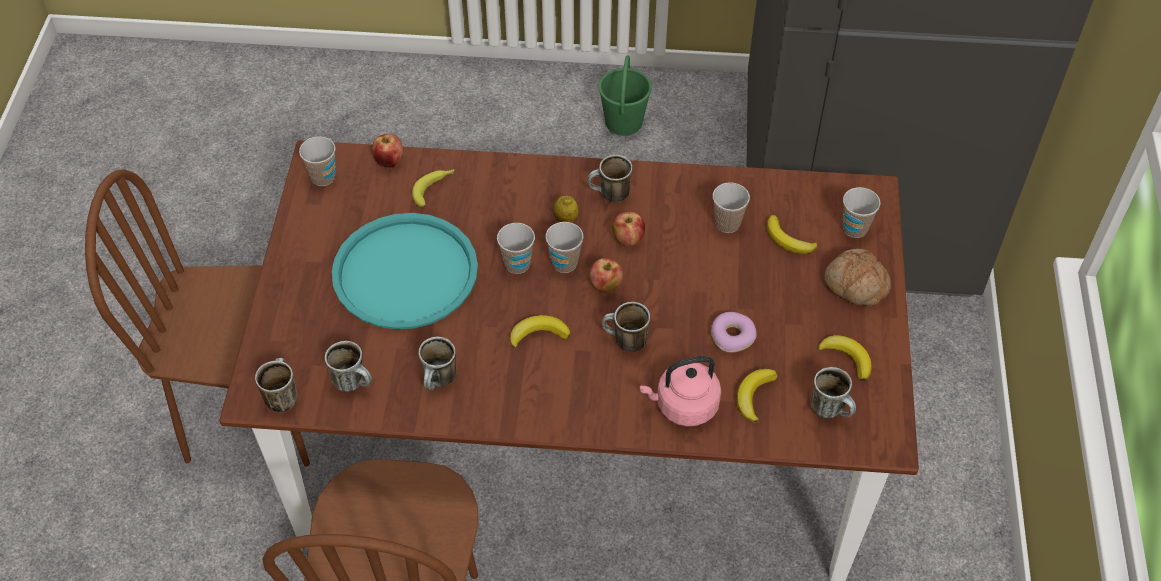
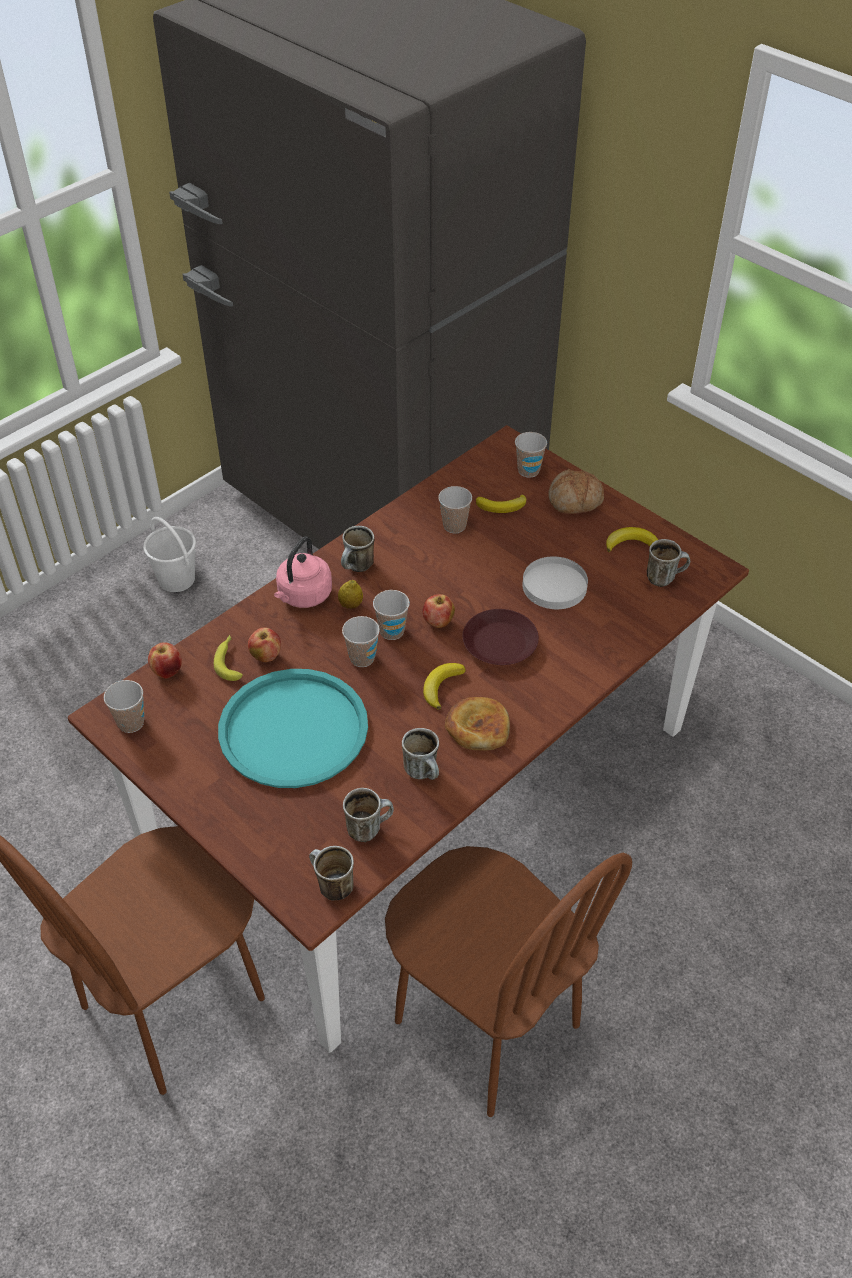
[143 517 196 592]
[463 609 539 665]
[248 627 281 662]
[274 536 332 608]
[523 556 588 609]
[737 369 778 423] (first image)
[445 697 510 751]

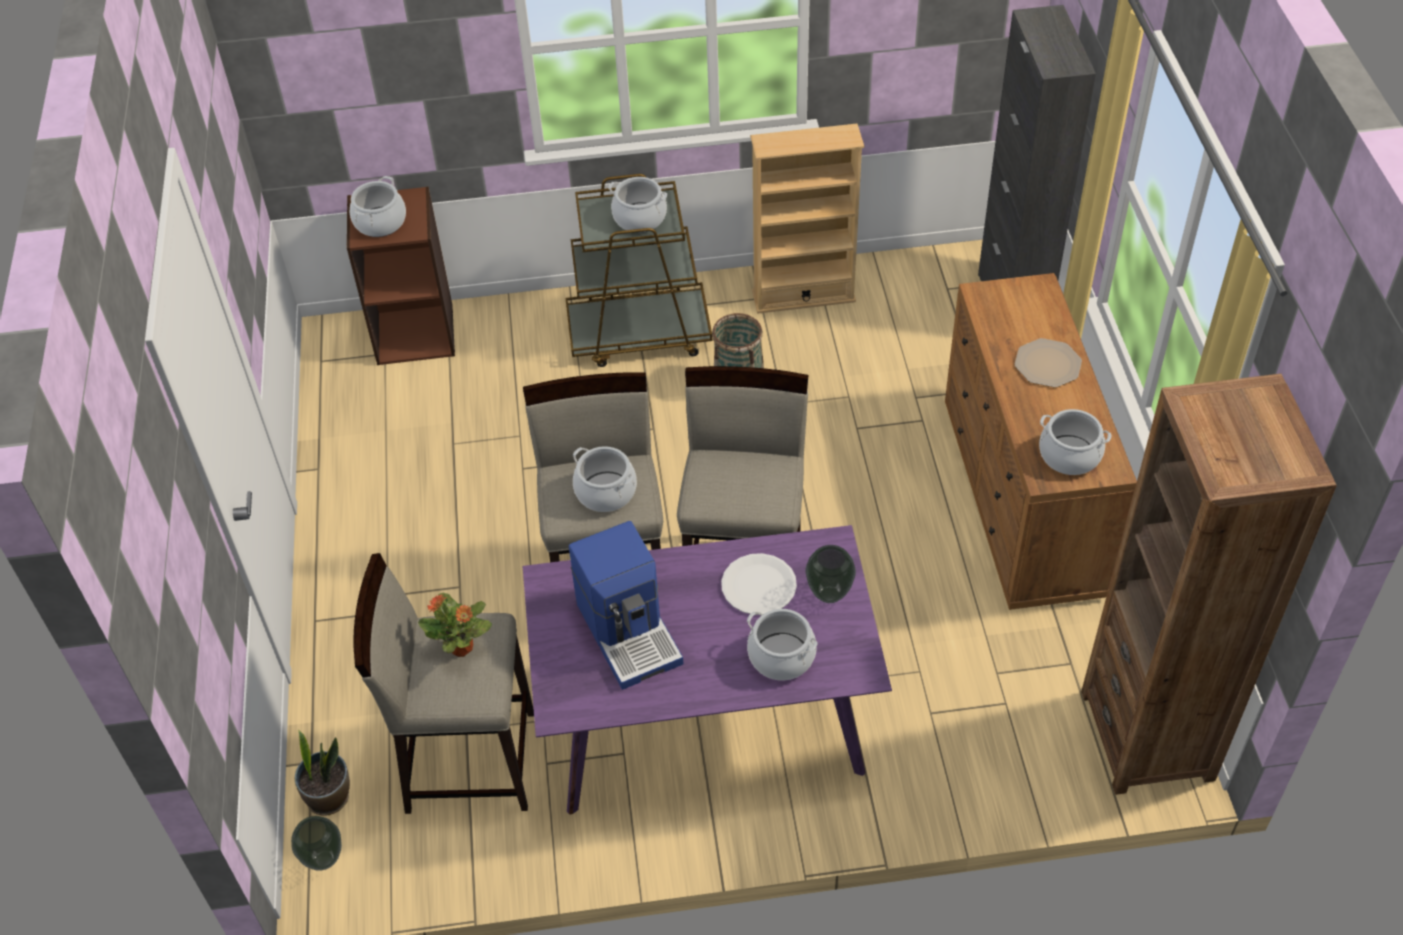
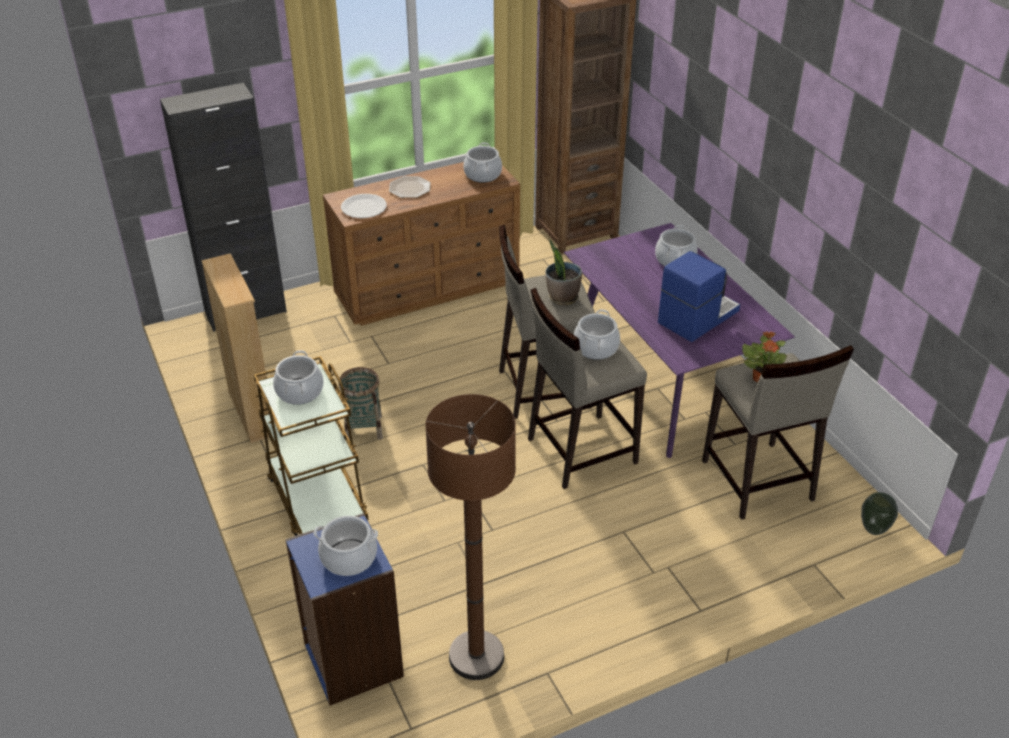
[546 240 582 305]
[285 513 404 705]
[341 194 387 218]
[806 545 856 603] (first image)
[425 394 516 680]

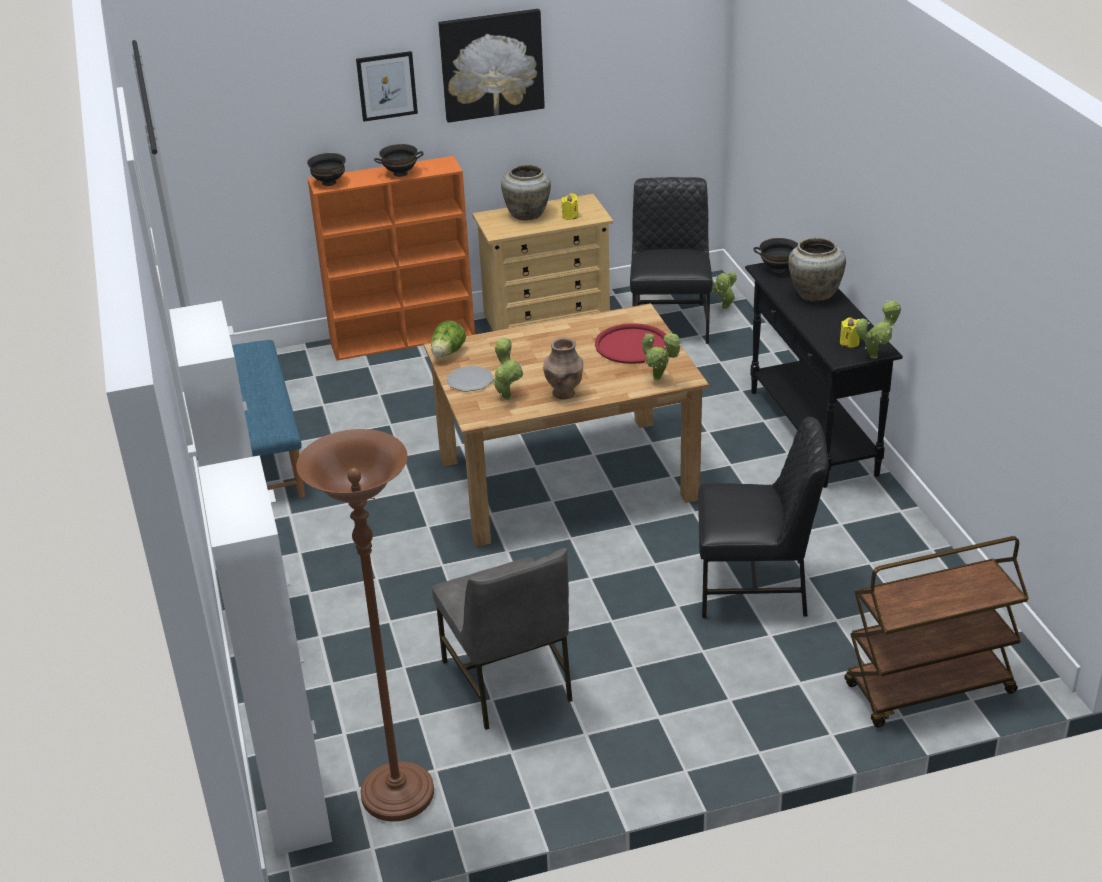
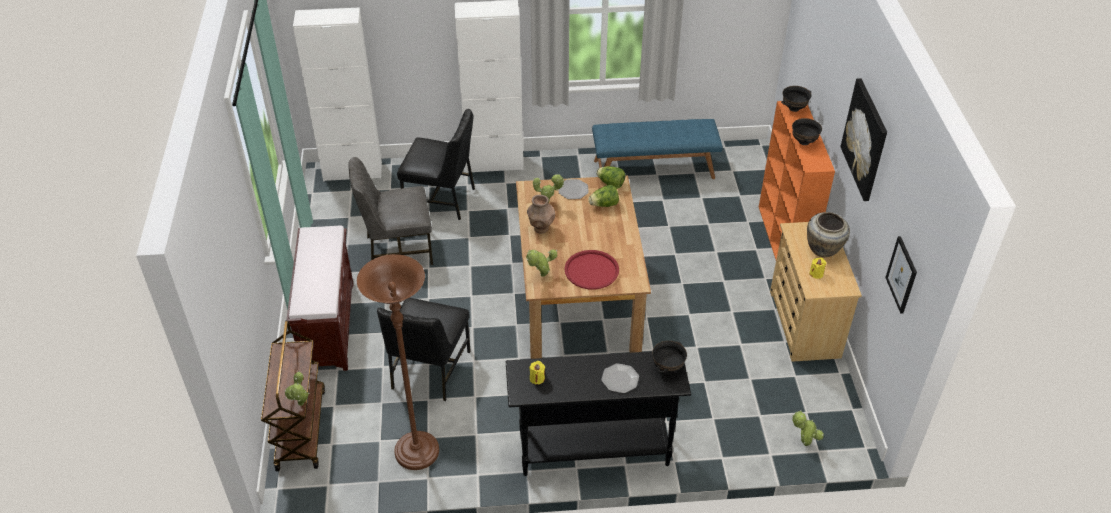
[357 254 439 470]
[885 236 917 314]
[397 109 475 220]
[601 363 639 393]
[285 371 310 406]
[286 226 354 371]
[588 185 619 207]

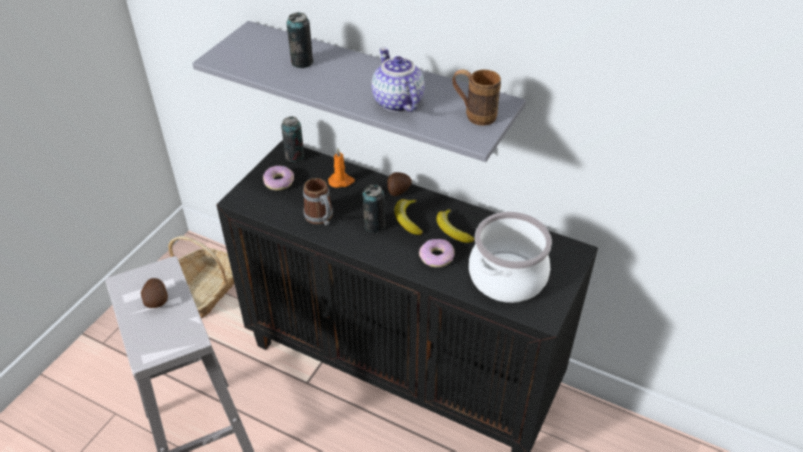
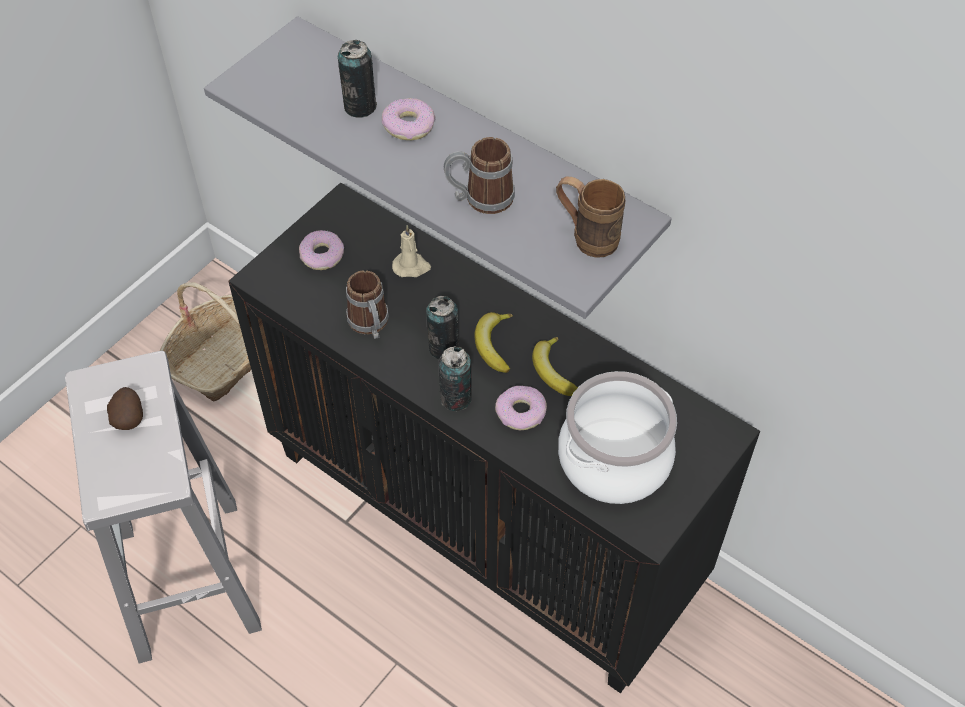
[439 346 472 411]
[392 225 431 277]
[444 137 515 214]
[387 172 412 196] (first image)
[382 98 435 140]

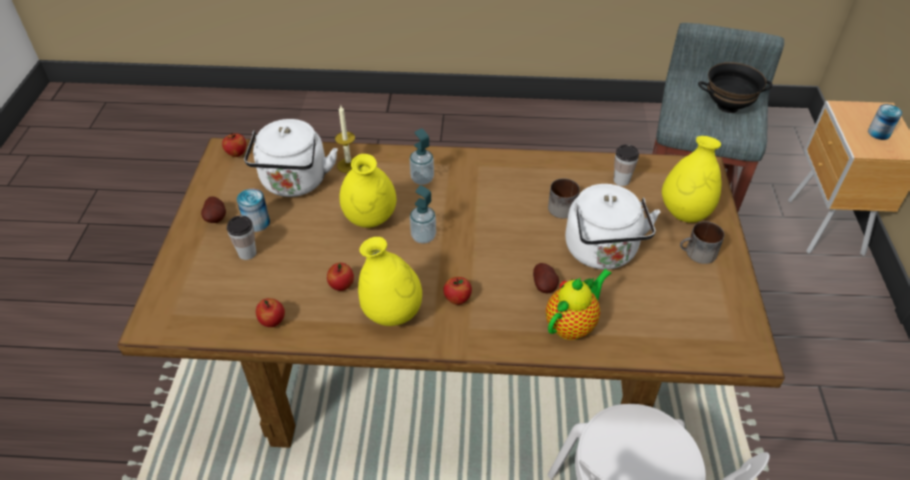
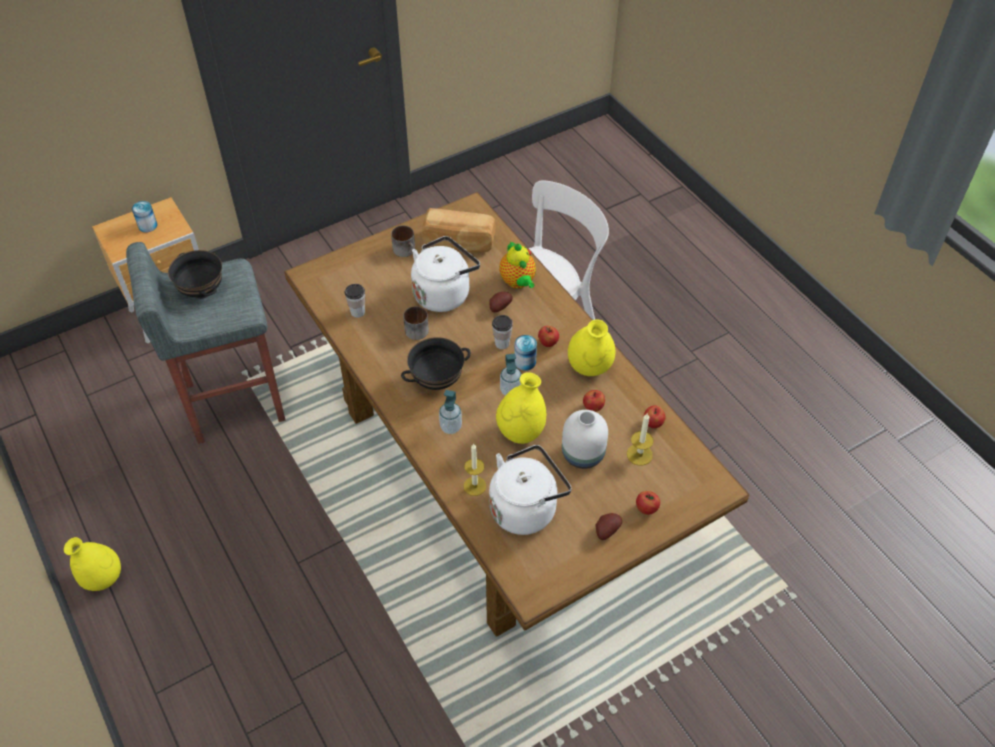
[636 491 660 515]
[492 315 513 349]
[514 335 537 371]
[499 241 536 289]
[64 537 121 591]
[401 337 471 390]
[421 208 496 252]
[562 410 608 469]
[627 414 654 466]

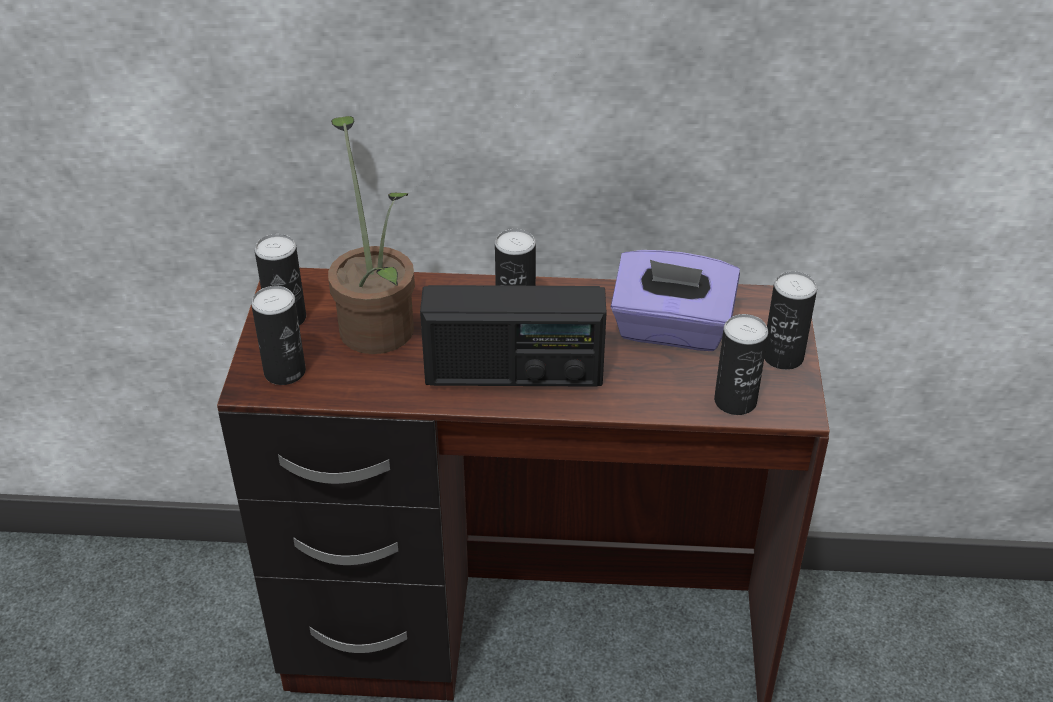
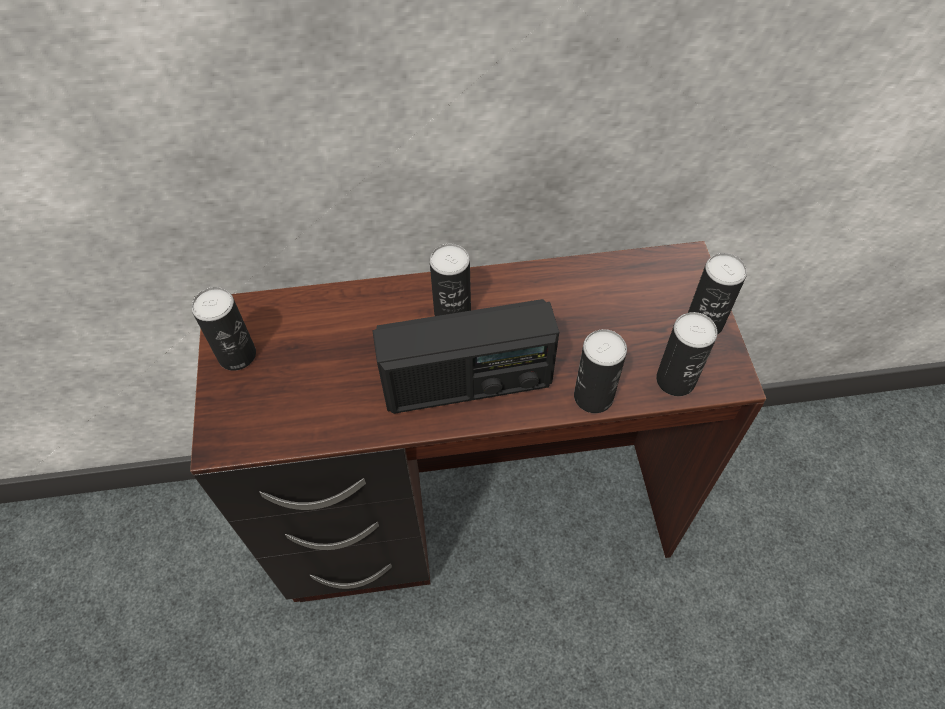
[574 329 627 413]
[328 116 415 354] (first image)
[611 250 740 351] (first image)

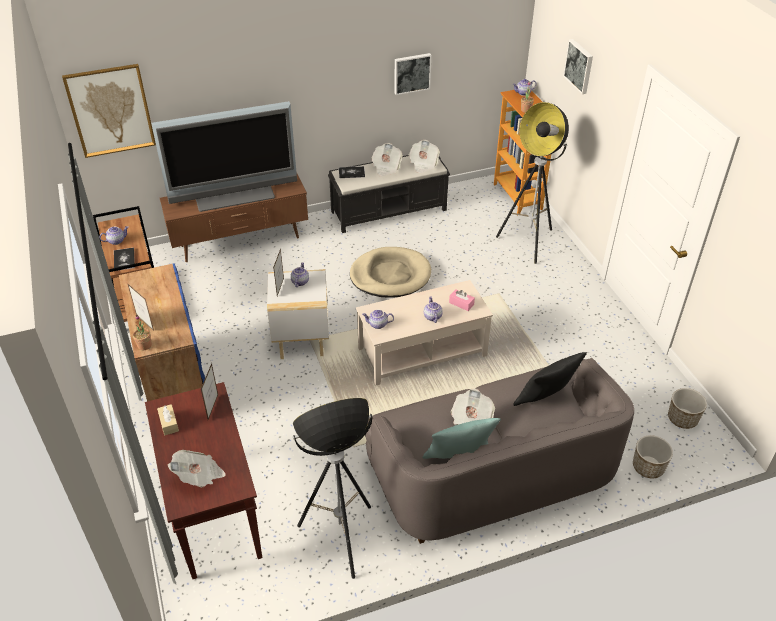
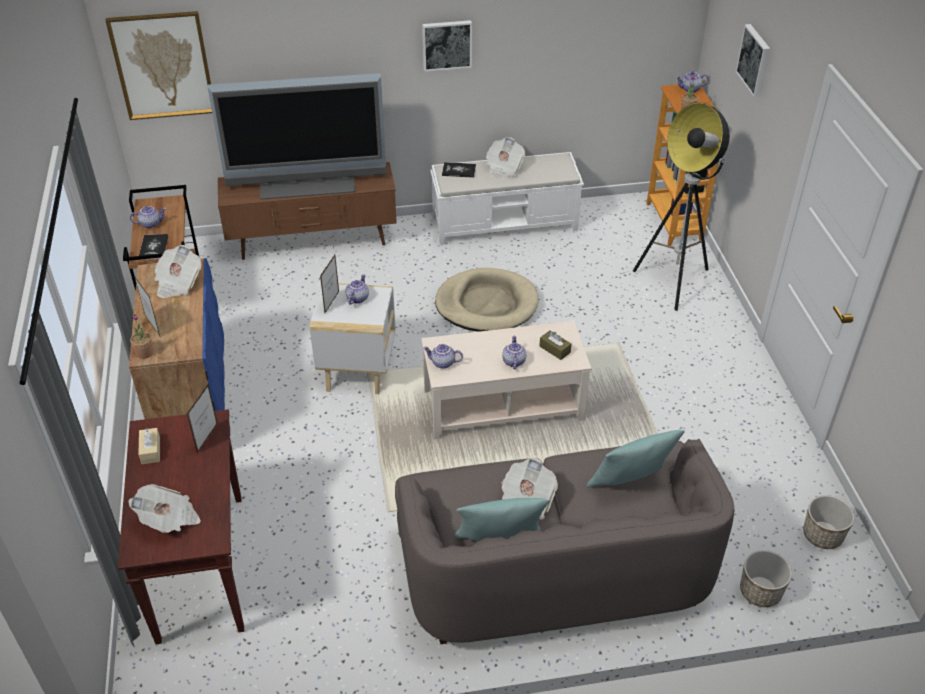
[293 398 373 579] (first image)
[430 152 584 245]
[422 20 472 71]
[154 245 201 298]
[539 331 571 360]
[587 430 685 488]

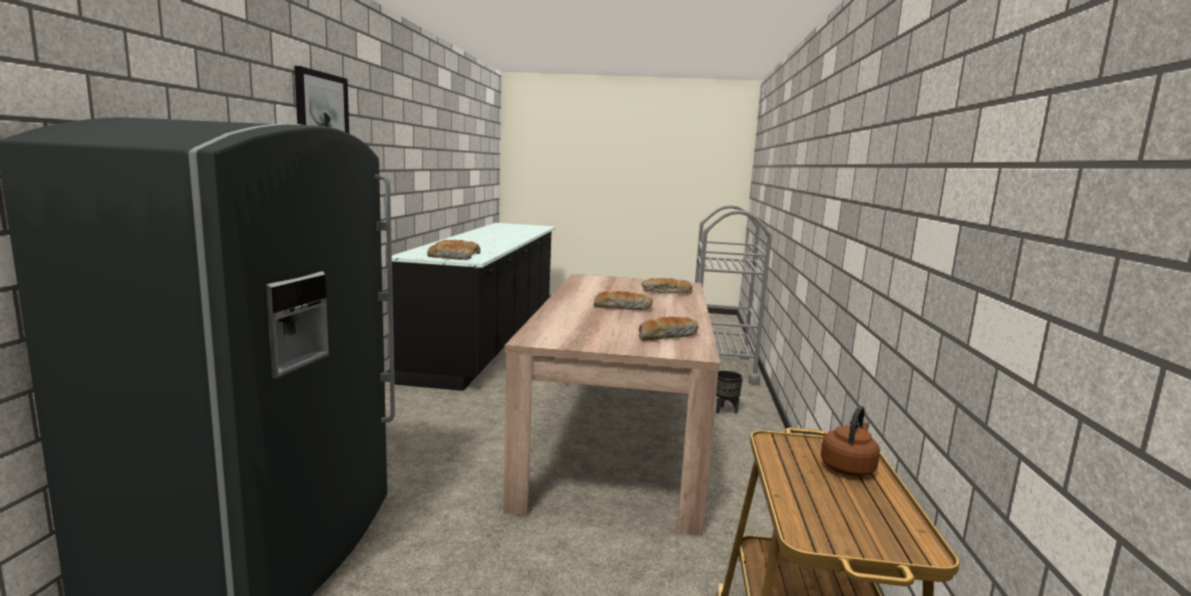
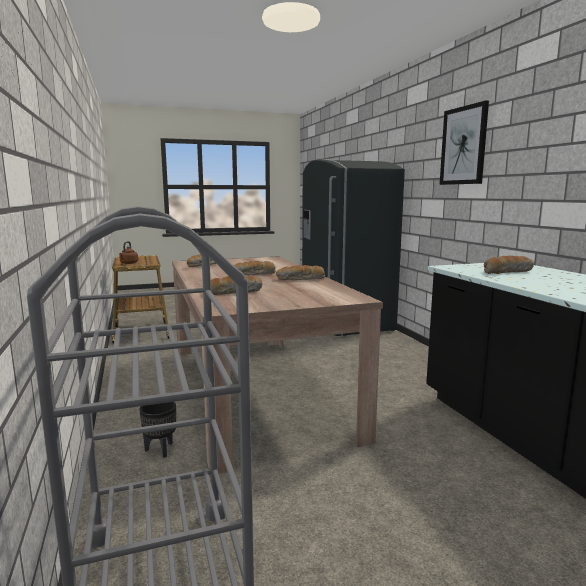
[276 265 325 280]

